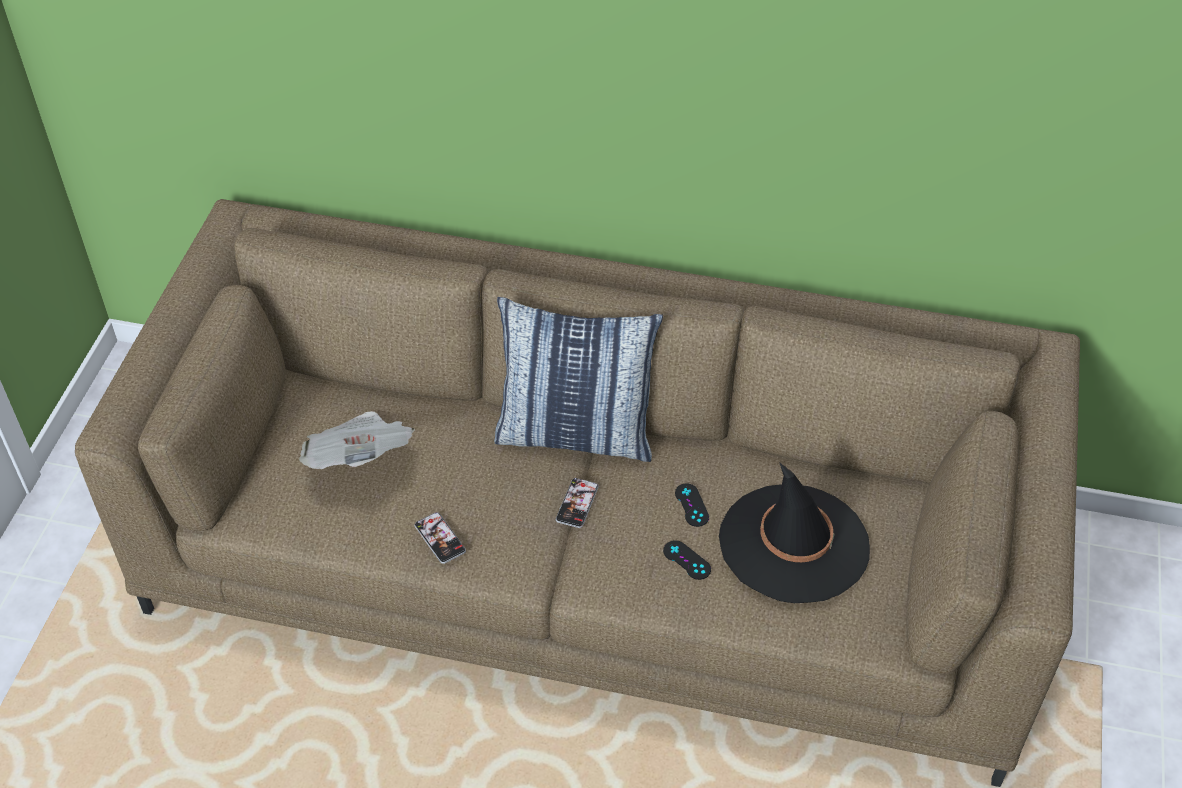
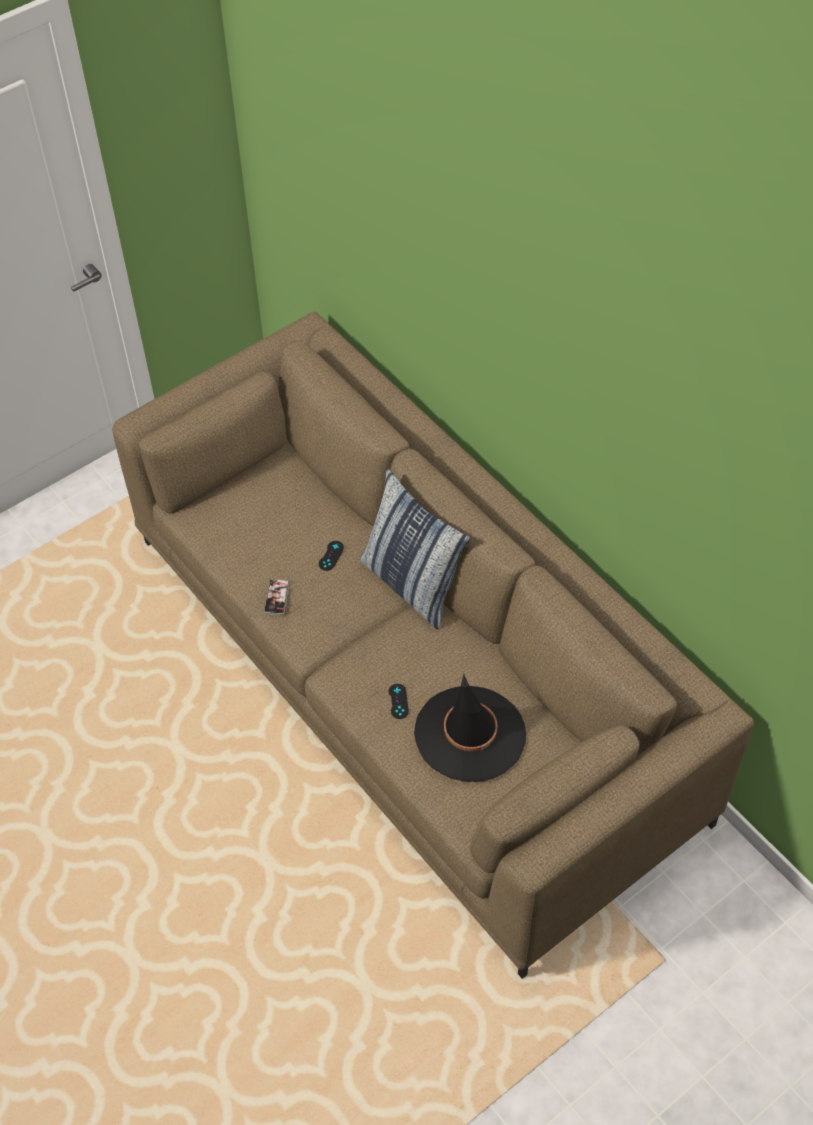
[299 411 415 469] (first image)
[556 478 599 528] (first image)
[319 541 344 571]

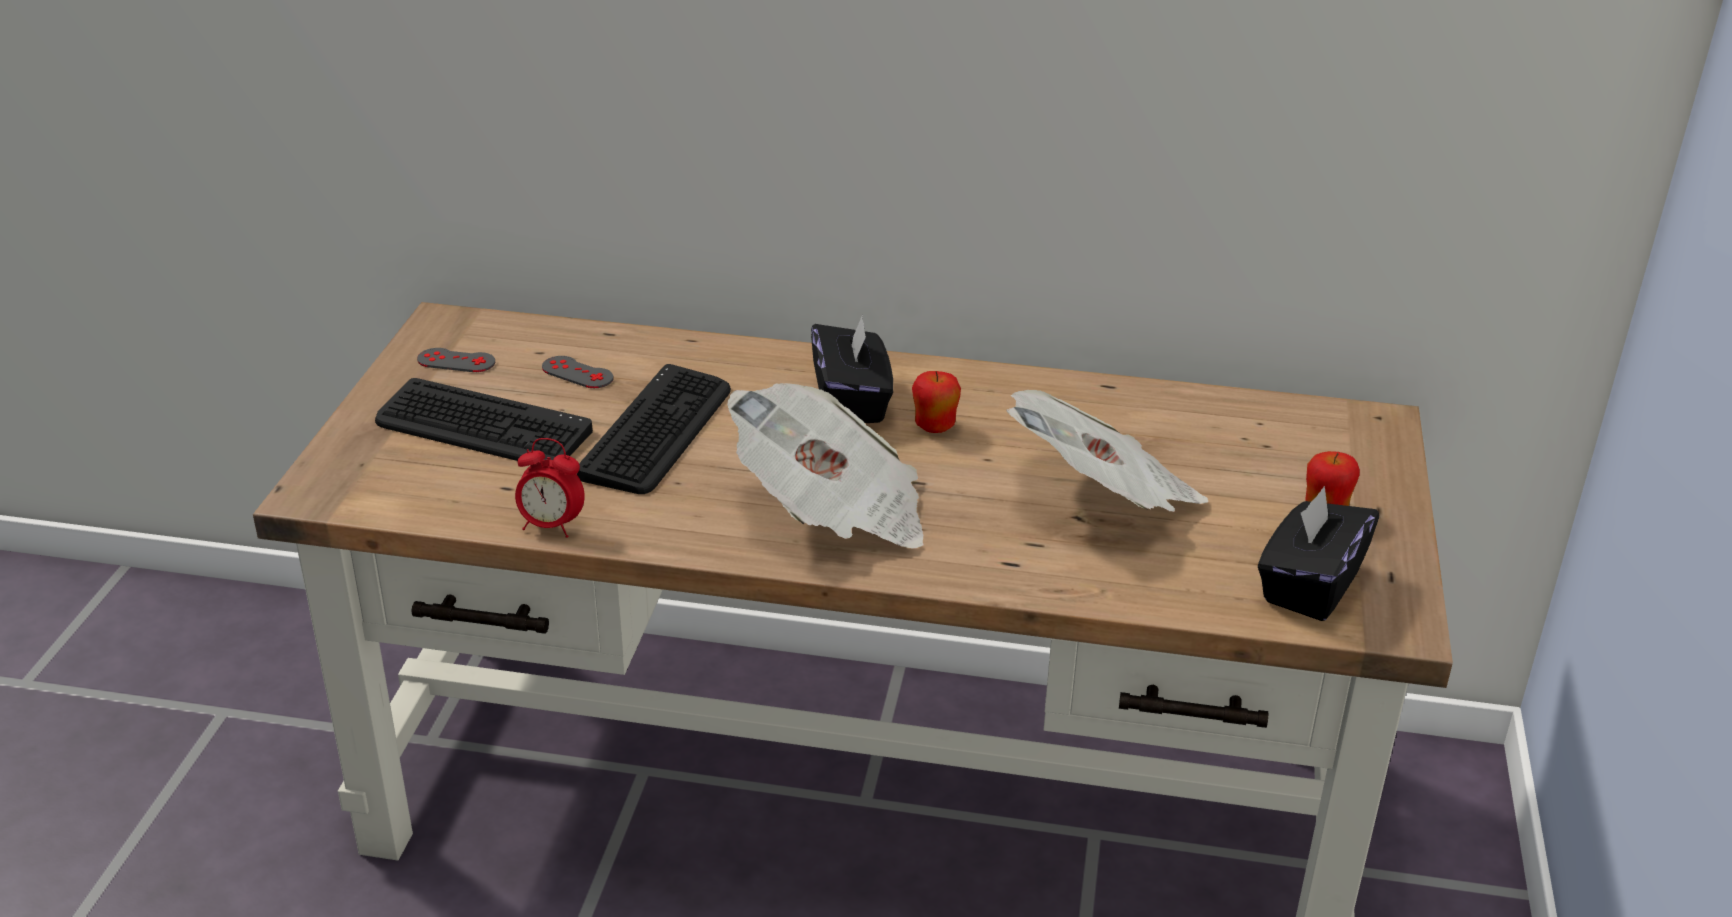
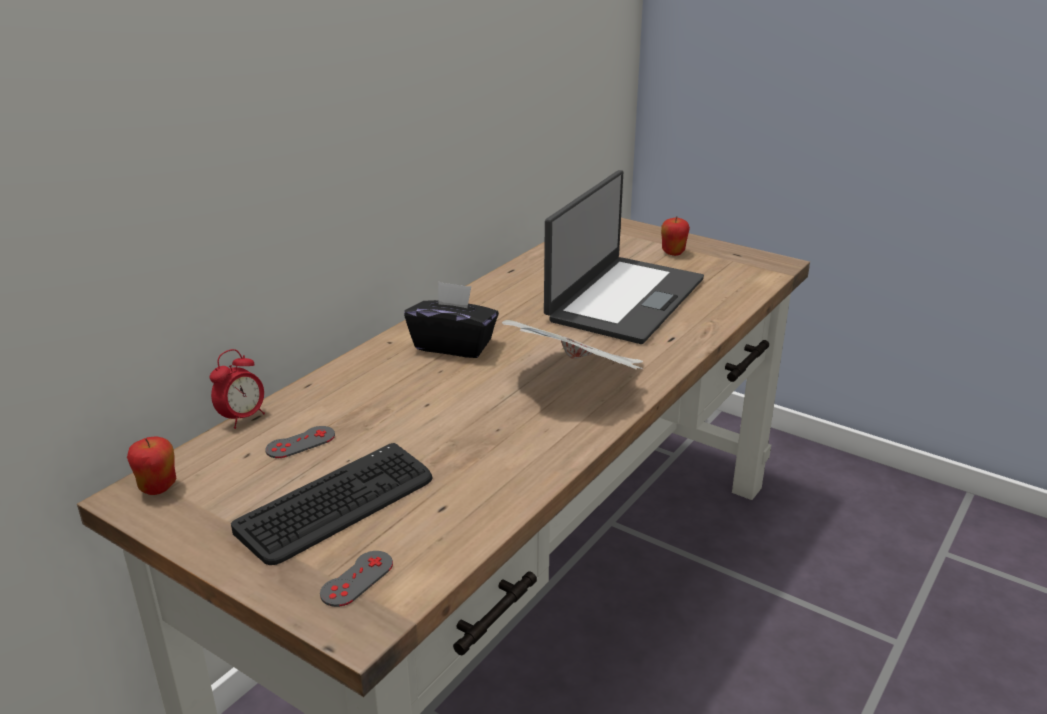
[320 551 393 607]
[210 349 265 429]
[577 364 731 494] (first image)
[127 436 176 495]
[544 170 704 344]
[1258 486 1379 621] (first image)

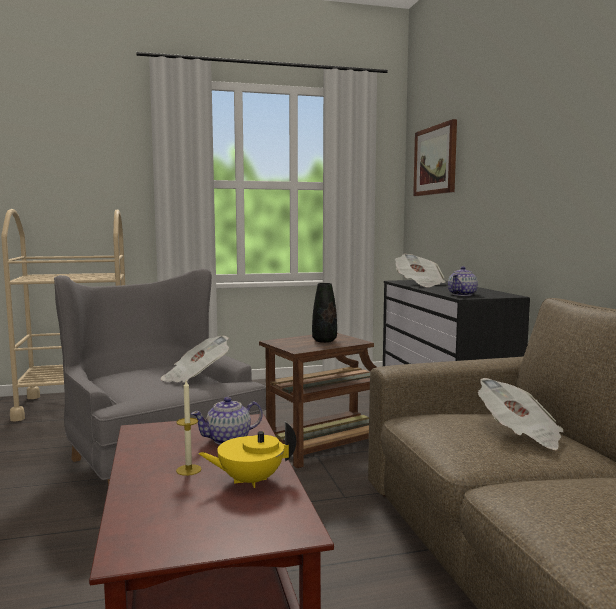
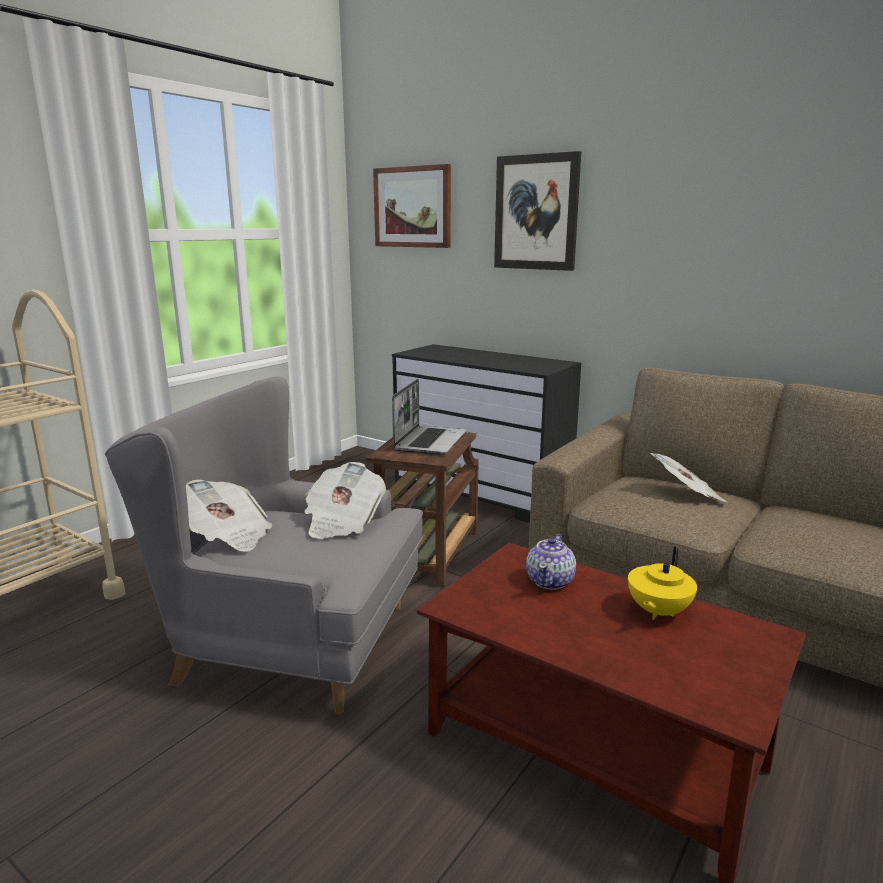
[176 381 202 476] (first image)
[392 379 467 455]
[186 479 272 552]
[448 266 478 296] (first image)
[494 151 581 271]

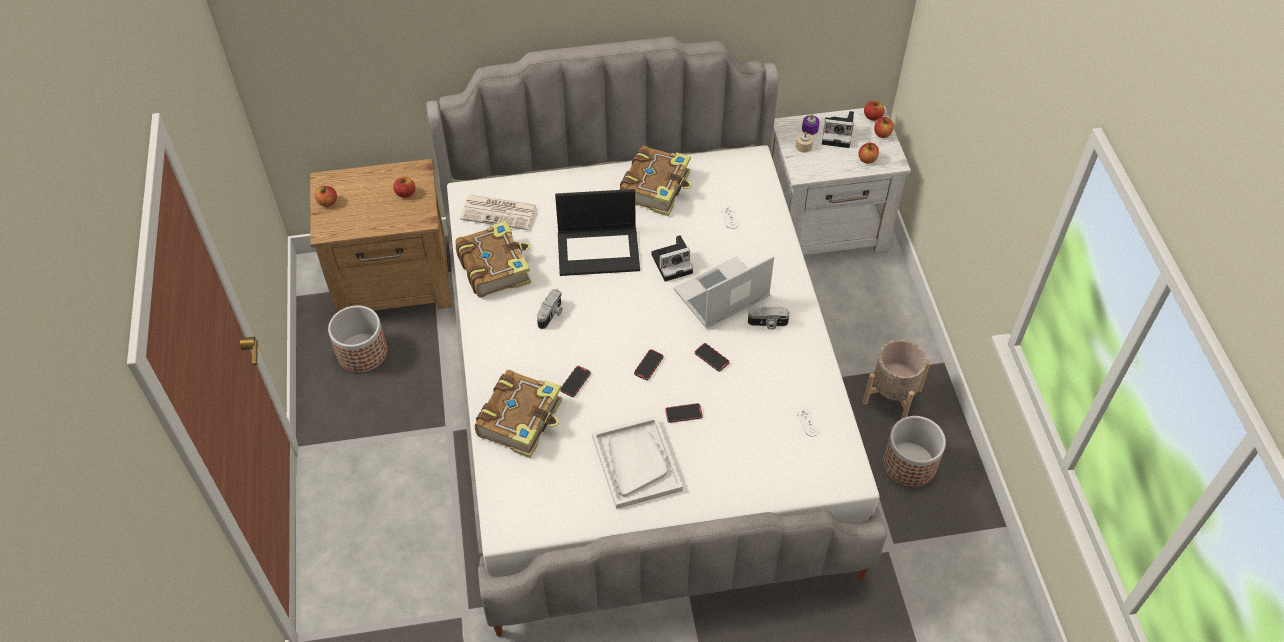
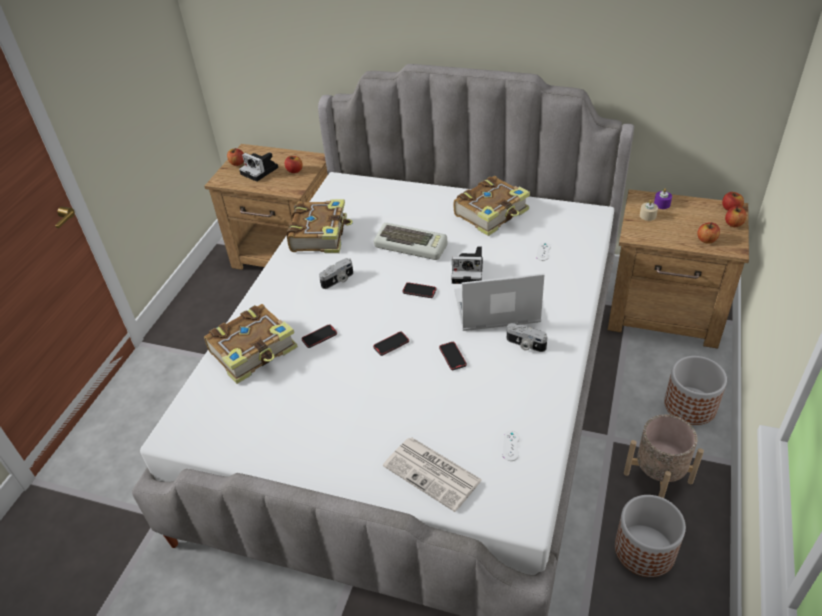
[664 356 727 425]
[383 437 482 512]
[374 223 447 260]
[592 416 683 509] (first image)
[403 282 437 298]
[608 189 749 349]
[239 152 278 182]

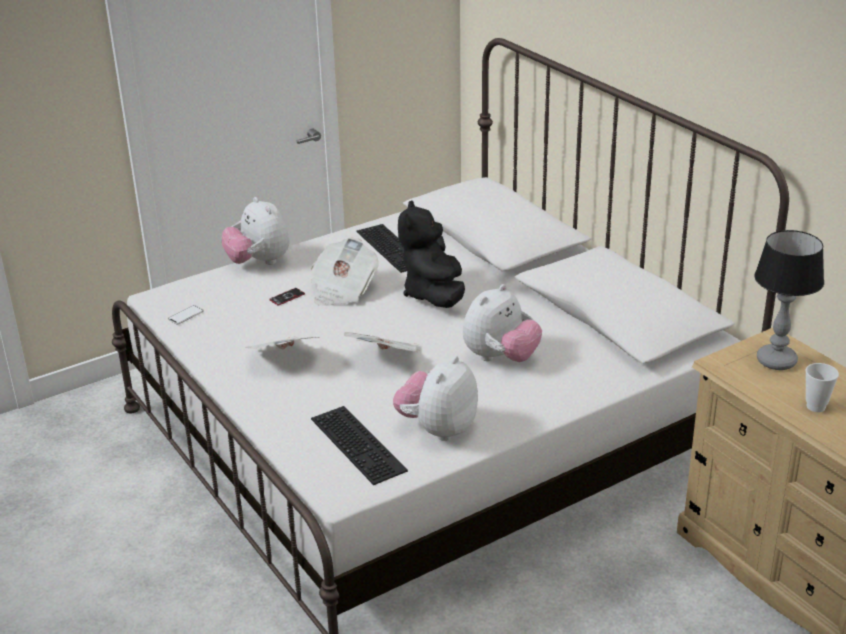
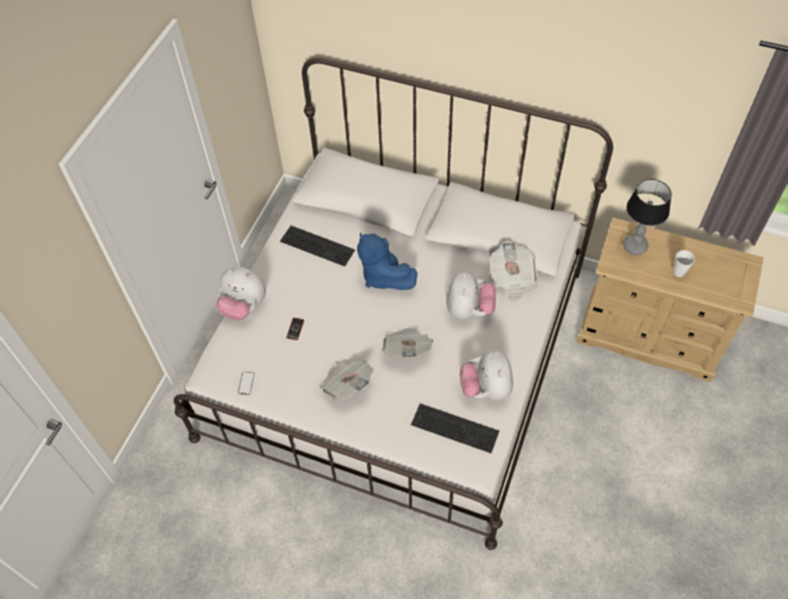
[490 241 538 301]
[357 232 417 290]

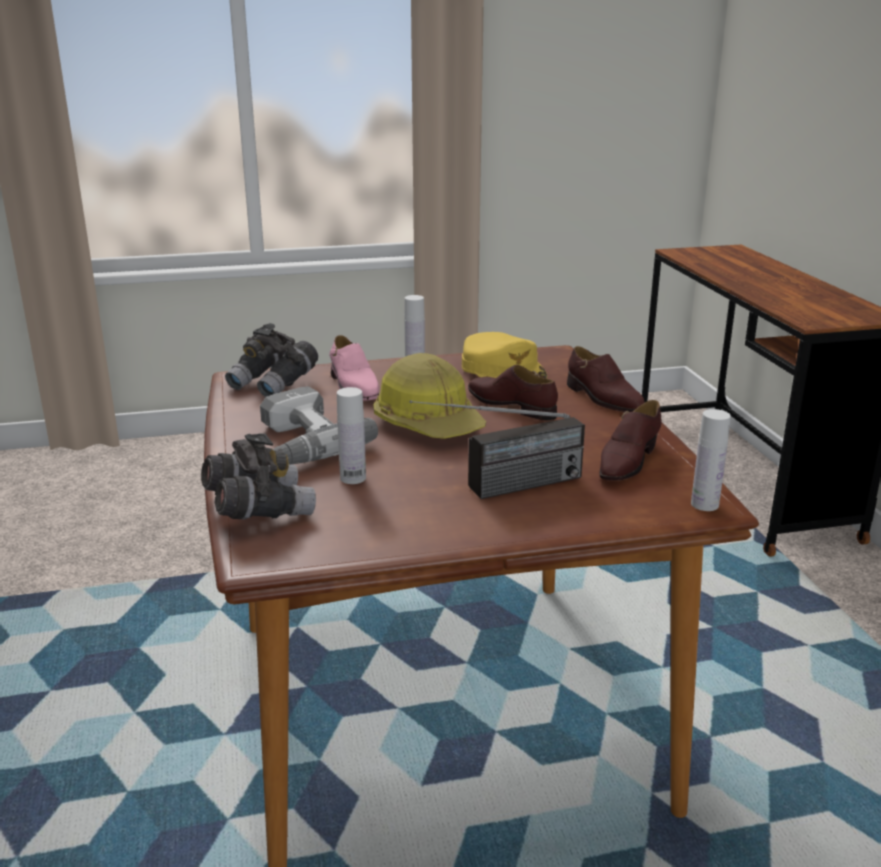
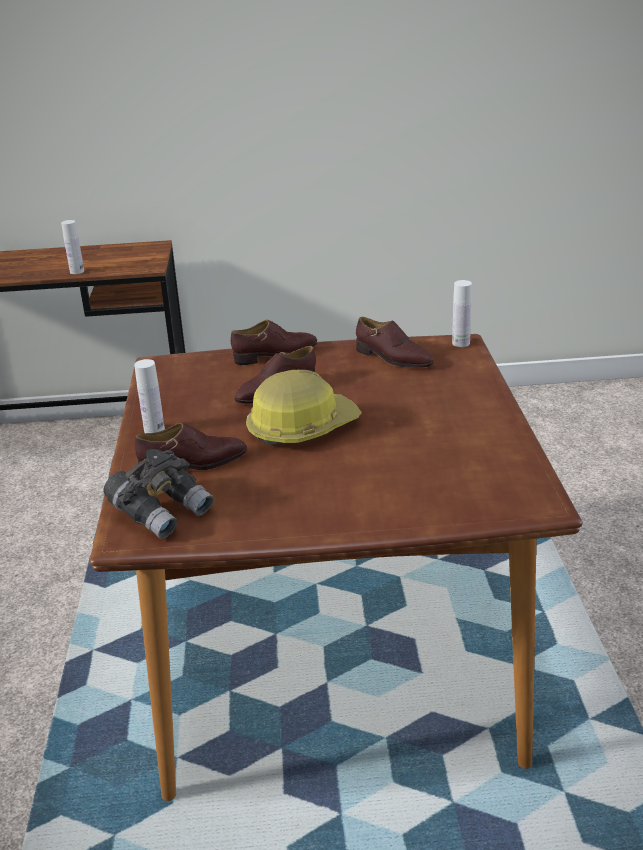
[201 434 316 519] (first image)
[260 386 378 464] (first image)
[135 422 247 470]
[61 220 84 274]
[410 400 585 499] (first image)
[462 332 547 379] (first image)

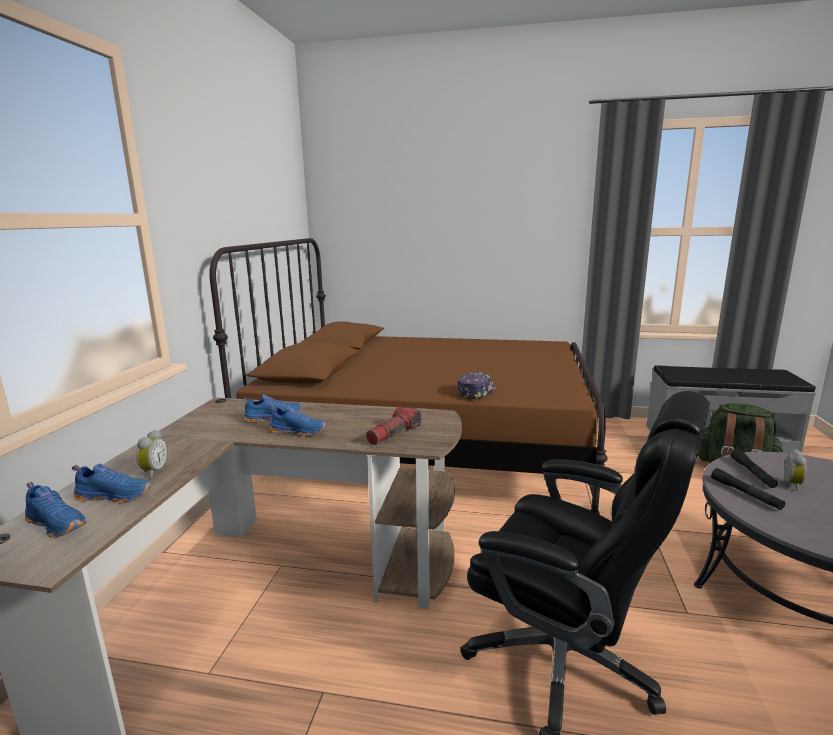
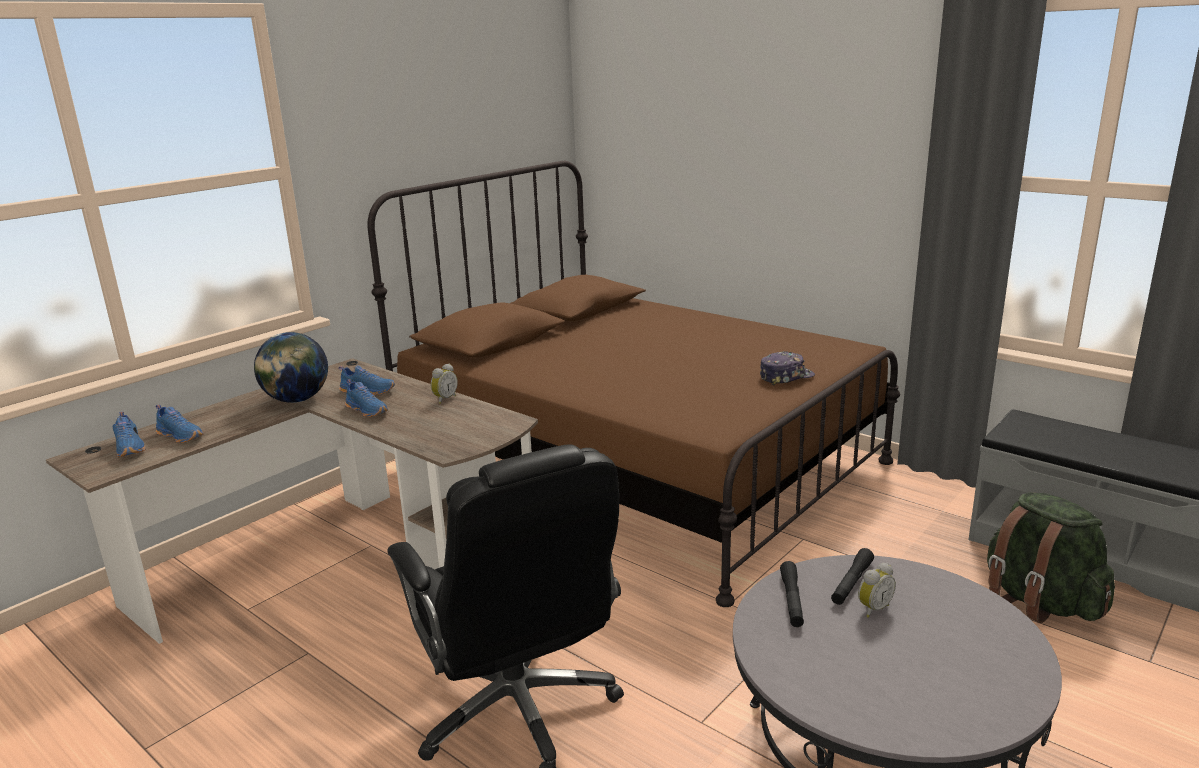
[431 364 458 404]
[366 406 422 445] (first image)
[760 351 815 385]
[254 332 328 403]

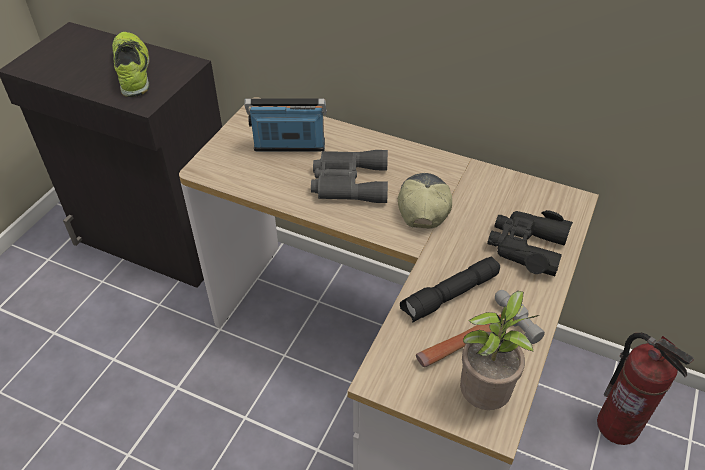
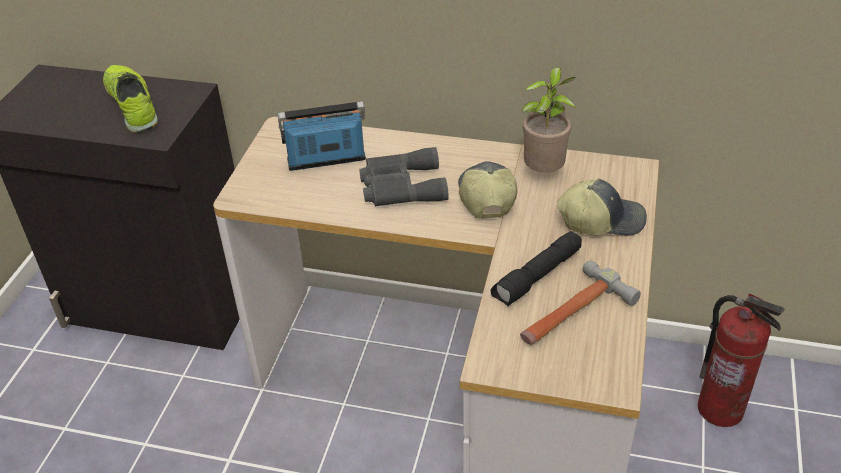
[522 67 576 172]
[557 178 647 235]

